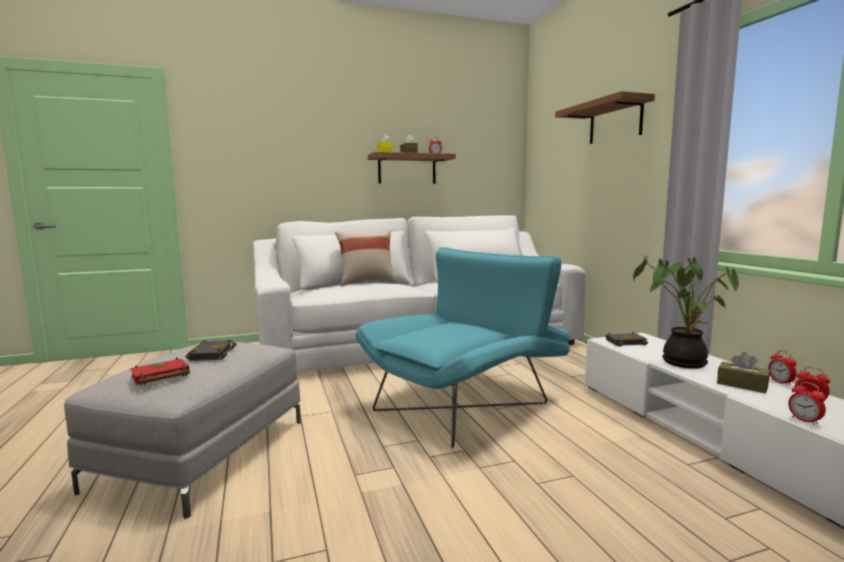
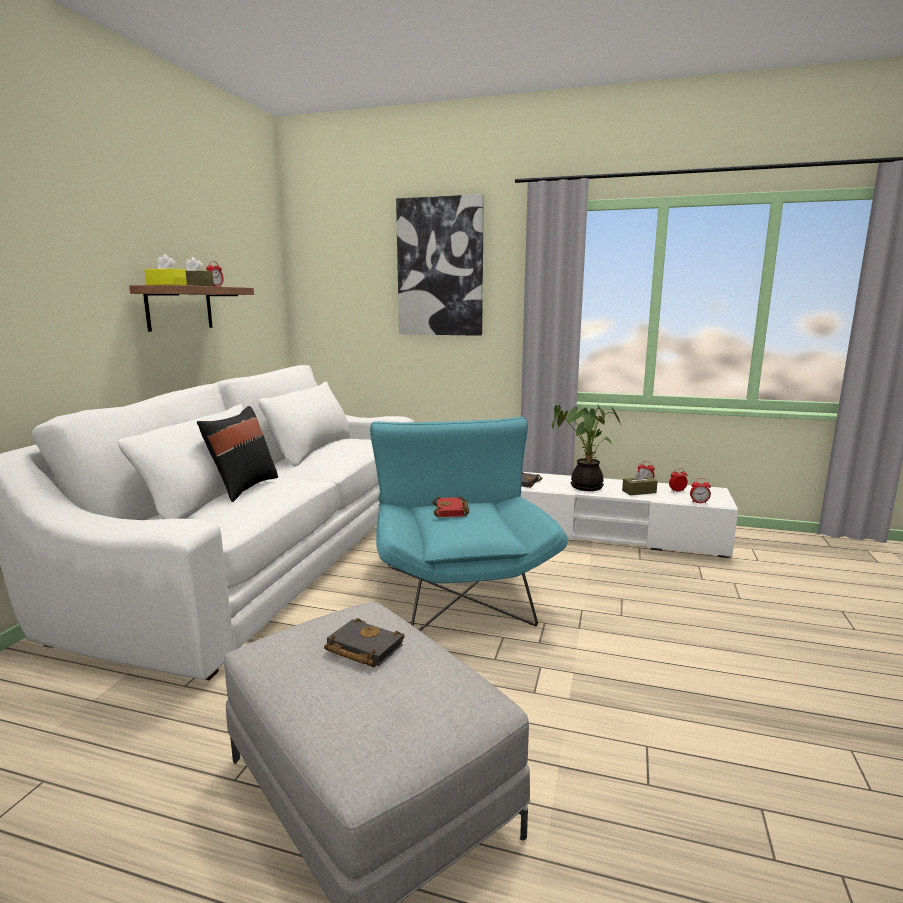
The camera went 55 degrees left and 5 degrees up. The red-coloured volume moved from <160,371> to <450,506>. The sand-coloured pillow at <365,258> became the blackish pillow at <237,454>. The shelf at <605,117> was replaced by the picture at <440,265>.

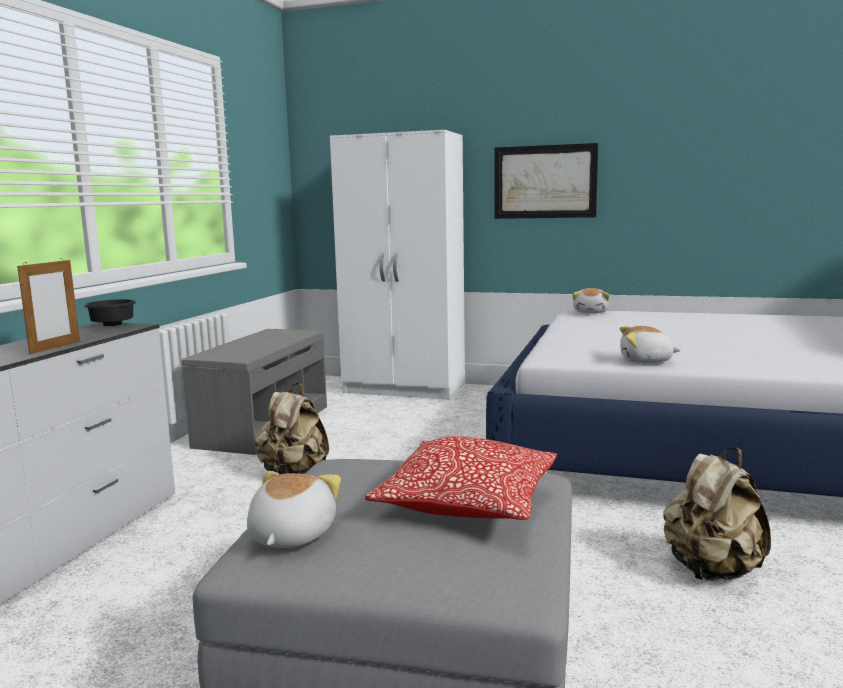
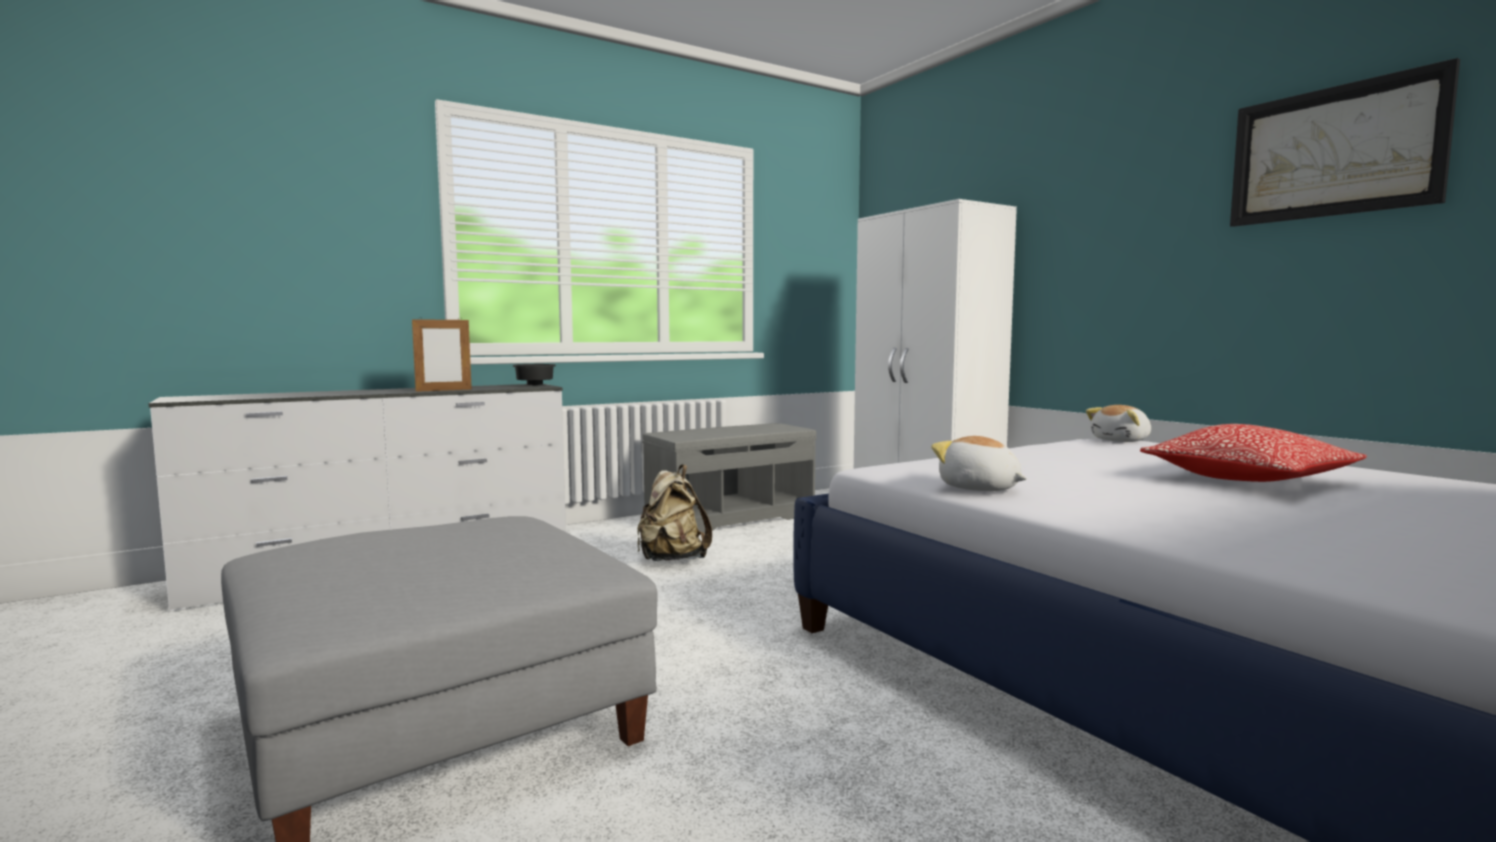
The camera went 40 degrees right and 5 degrees down. The soft toy at <294,509> disappeared. The pillow moved from <461,478> to <1253,453>. The picture moved from <546,181> to <1345,142>. The sand-coloured backpack at <717,514> disappeared.

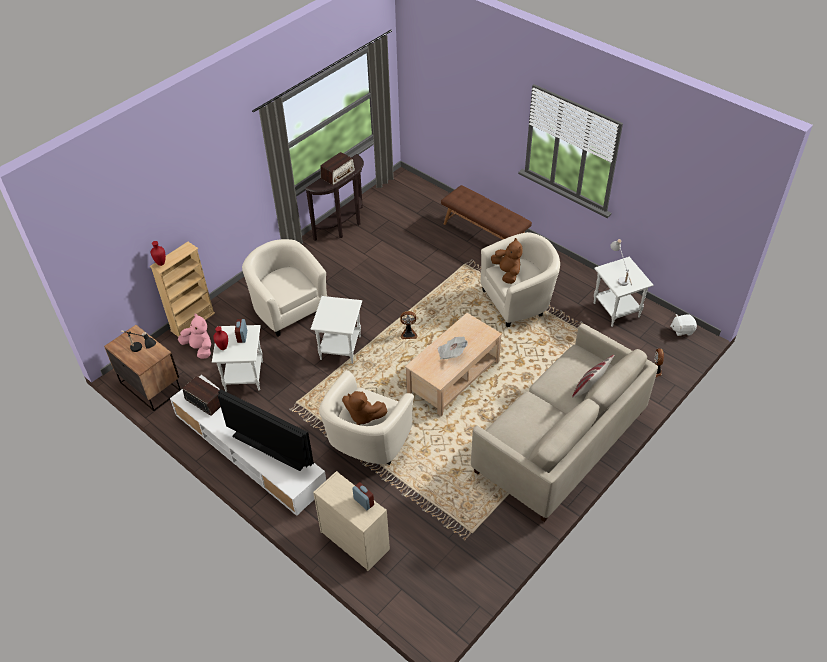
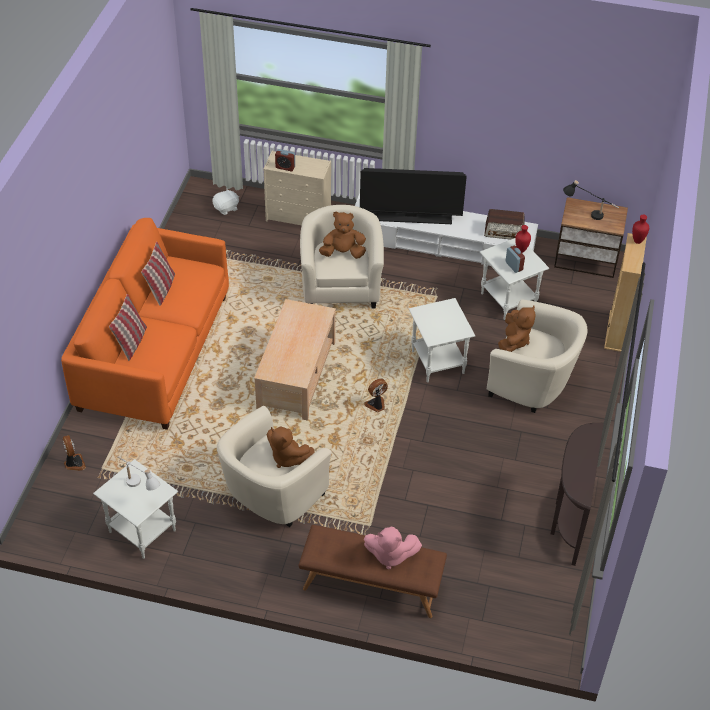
The camera went 150 degrees right and 0 degrees up. The pinkish soft toy moved from <194,336> to <393,548>. The radio at <338,168> disappeared. The newspaper at <452,348> disappeared. The sand-coloured settee at <564,423> became the orange settee at <145,324>. The white-coloured soft toy moved from <683,325> to <226,202>. The pillow at <158,274> appeared. The brown soft toy at <517,329> appeared.

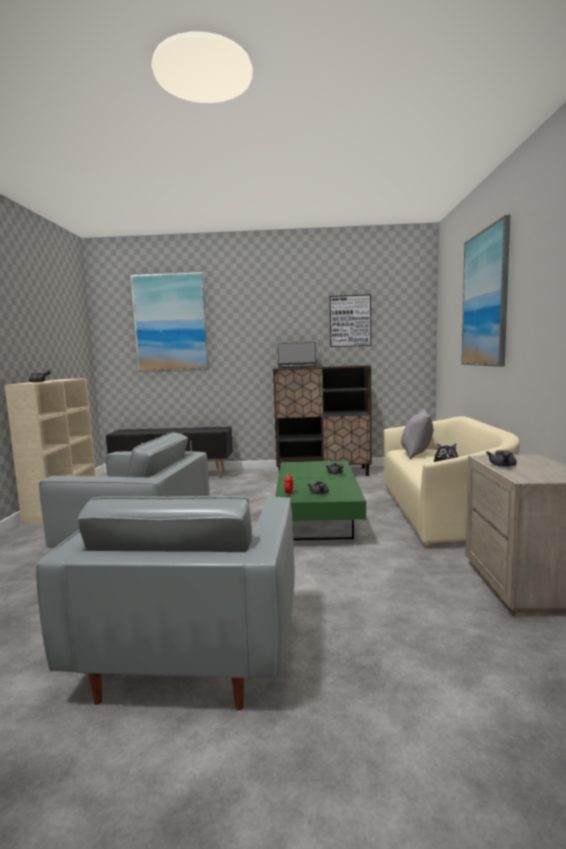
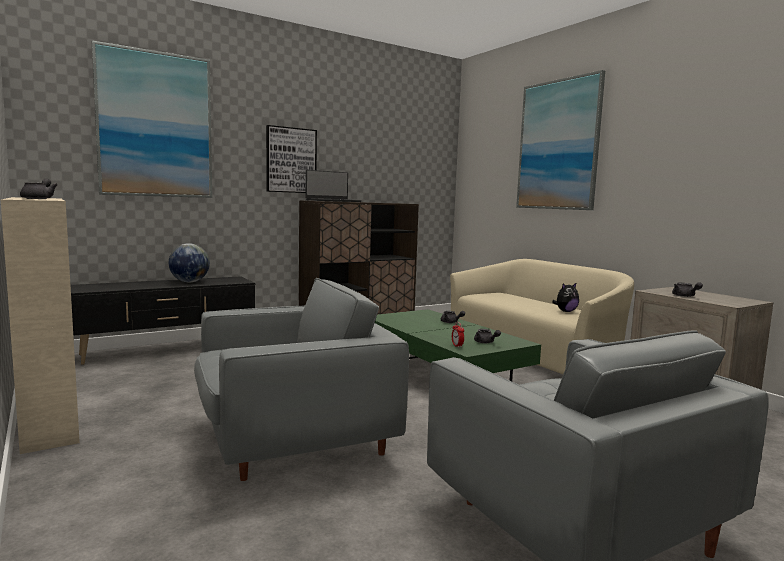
The camera went 35 degrees left and 0 degrees up. The picture moved from <350,320> to <291,159>. The gray pillow at <417,434> disappeared. The world globe at <189,262> appeared.

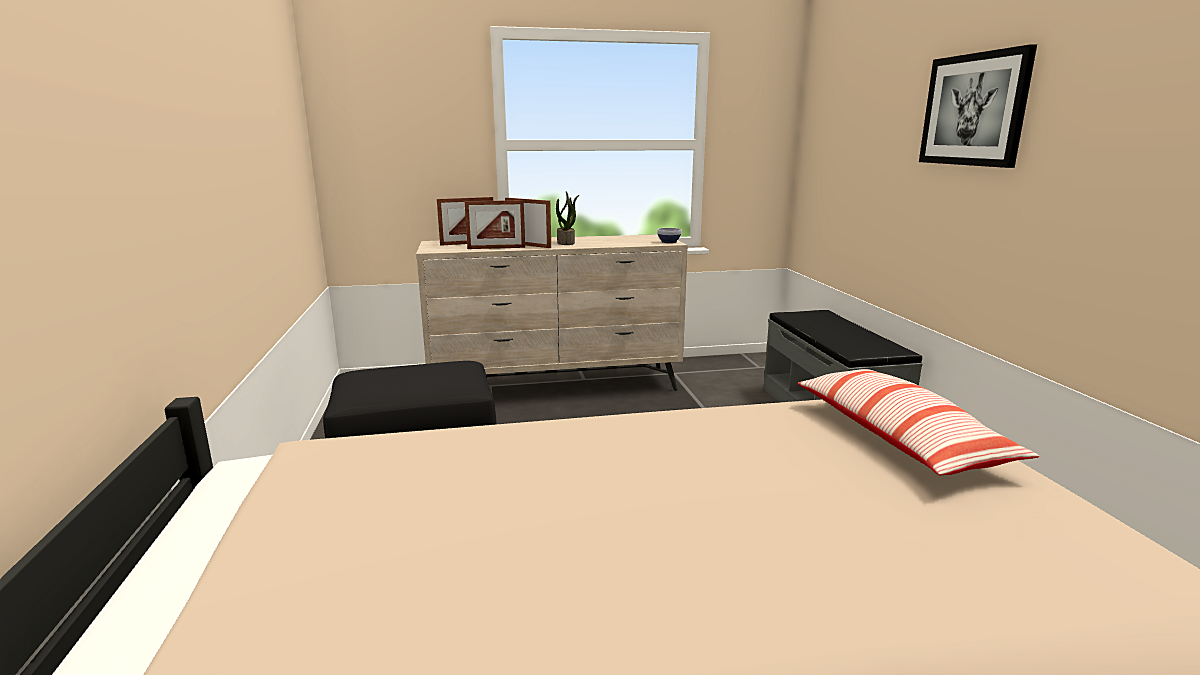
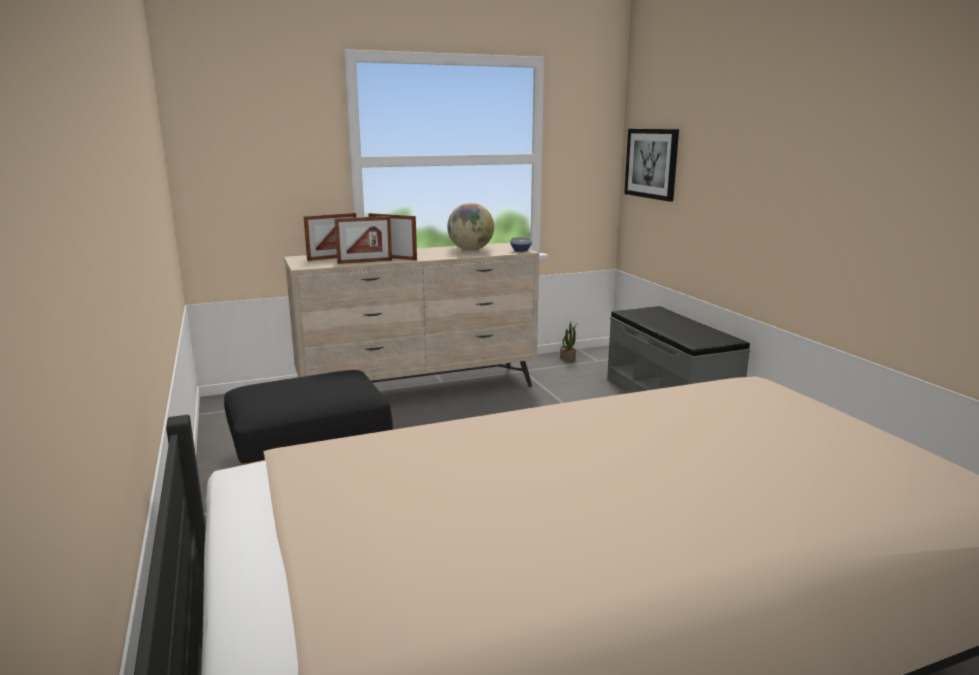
The camera went 10 degrees left and 0 degrees up. The plant in a pot moved from <567,218> to <569,341>. The pillow at <918,422> disappeared. The picture moved from <978,106> to <651,165>. The world globe at <470,227> appeared.

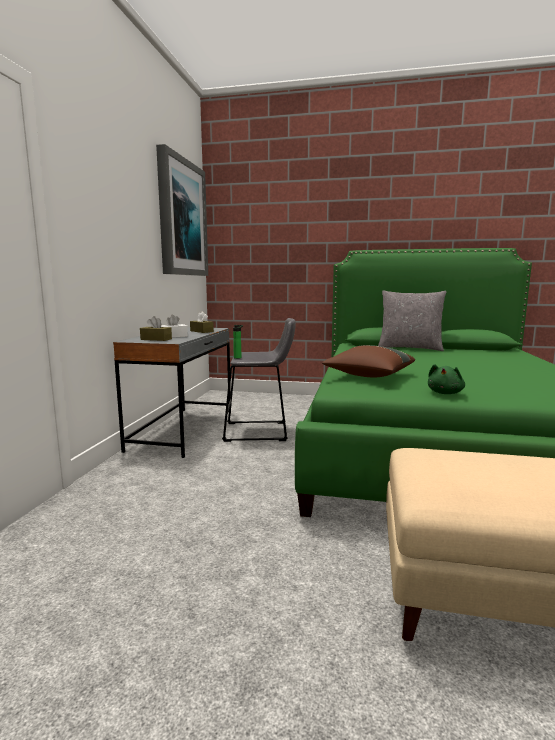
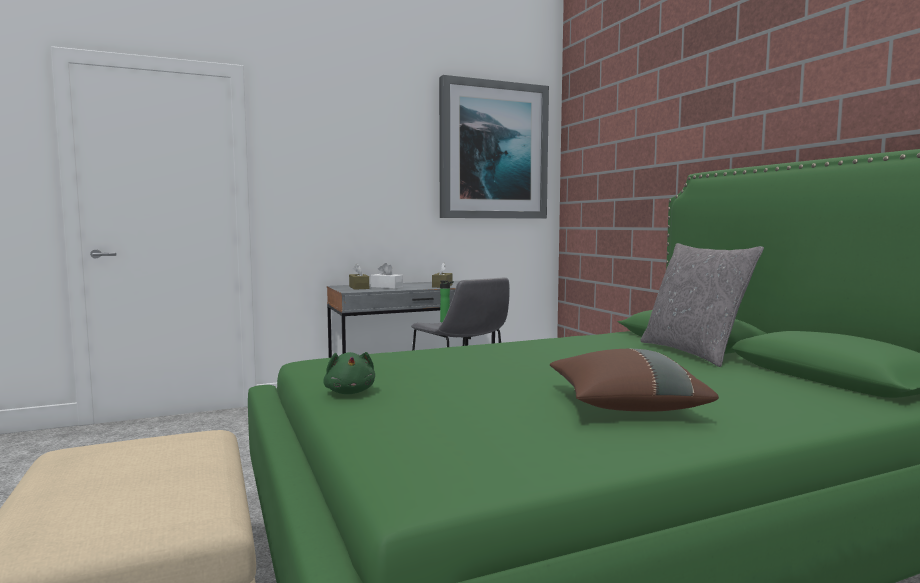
The camera went 55 degrees right and 5 degrees down. The brown pillow moved from <368,361> to <634,380>. The green soft toy at <446,379> turned 105 degrees counterclockwise.

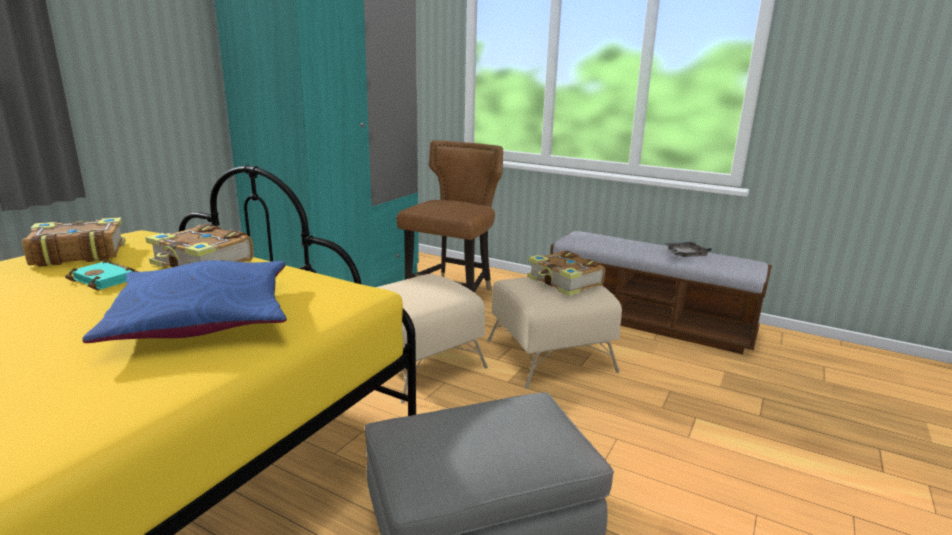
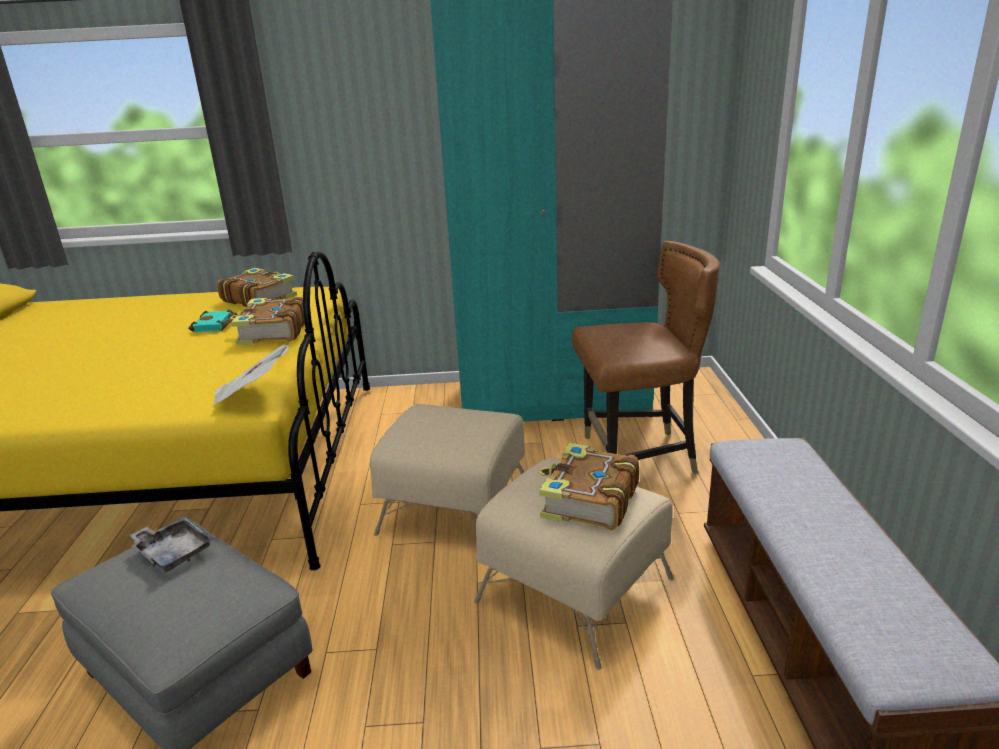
The camera went 60 degrees right and 5 degrees up. The blue pillow at <184,301> disappeared. The gray serving tray moved from <688,249> to <172,544>. The newspaper at <250,375> appeared.

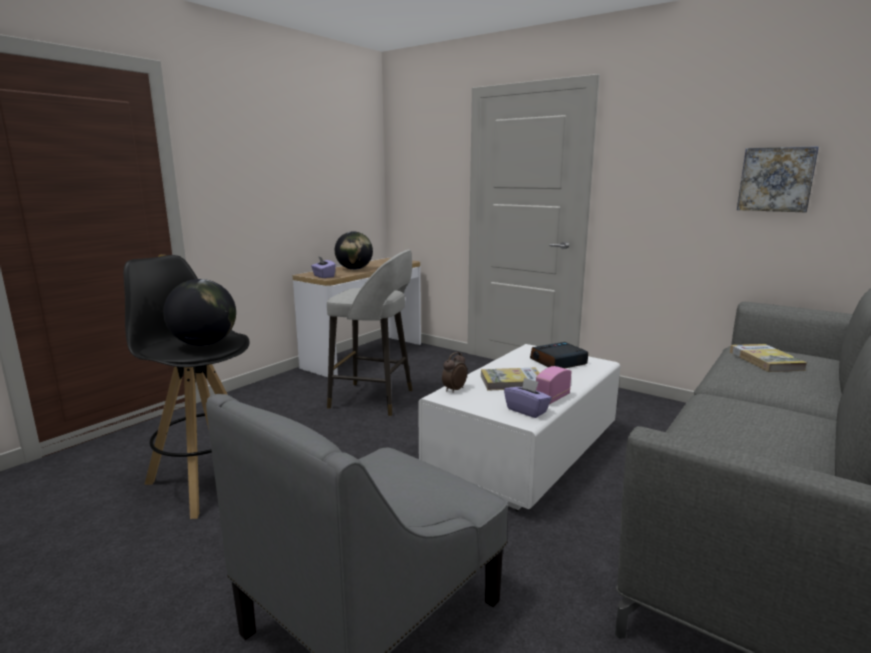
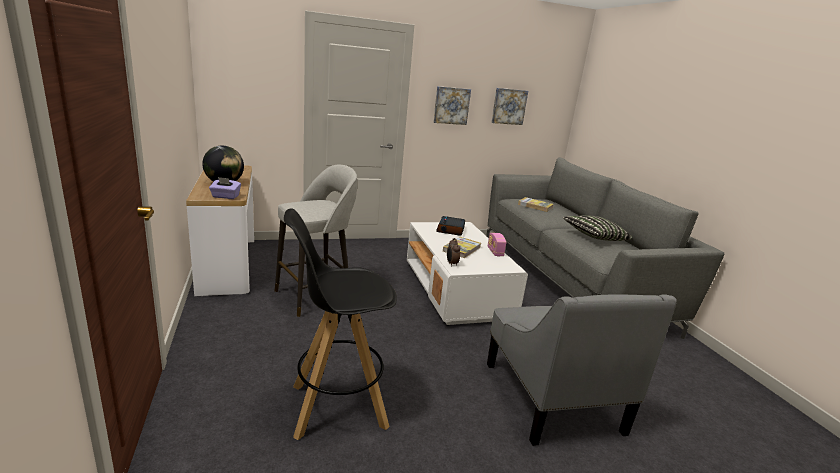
The camera went 55 degrees left and 5 degrees up. The world globe at <199,312> disappeared. The purple tissue holder at <528,397> disappeared. The picture at <452,105> appeared. The pillow at <597,228> appeared.

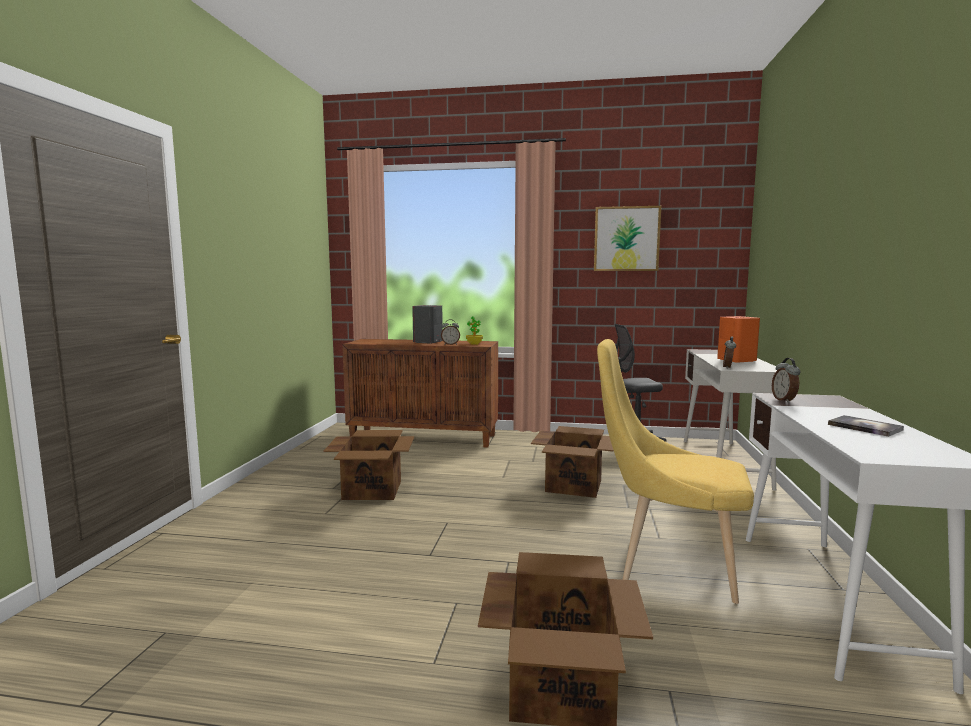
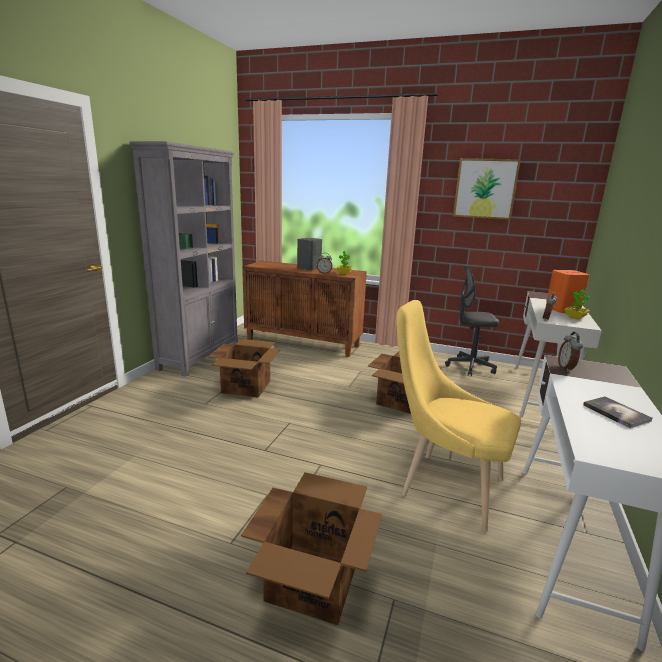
The camera went 10 degrees right and 10 degrees up. The gray shelving unit at <183,259> appeared. The plant in a pot at <577,304> appeared.

